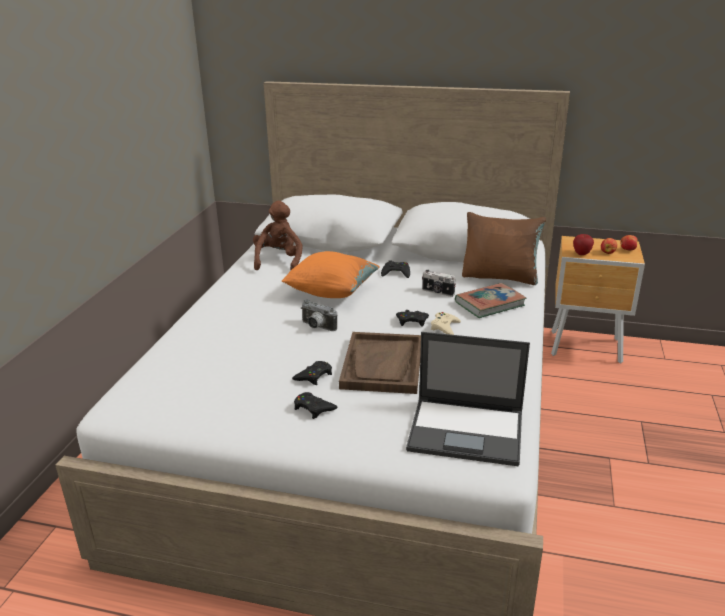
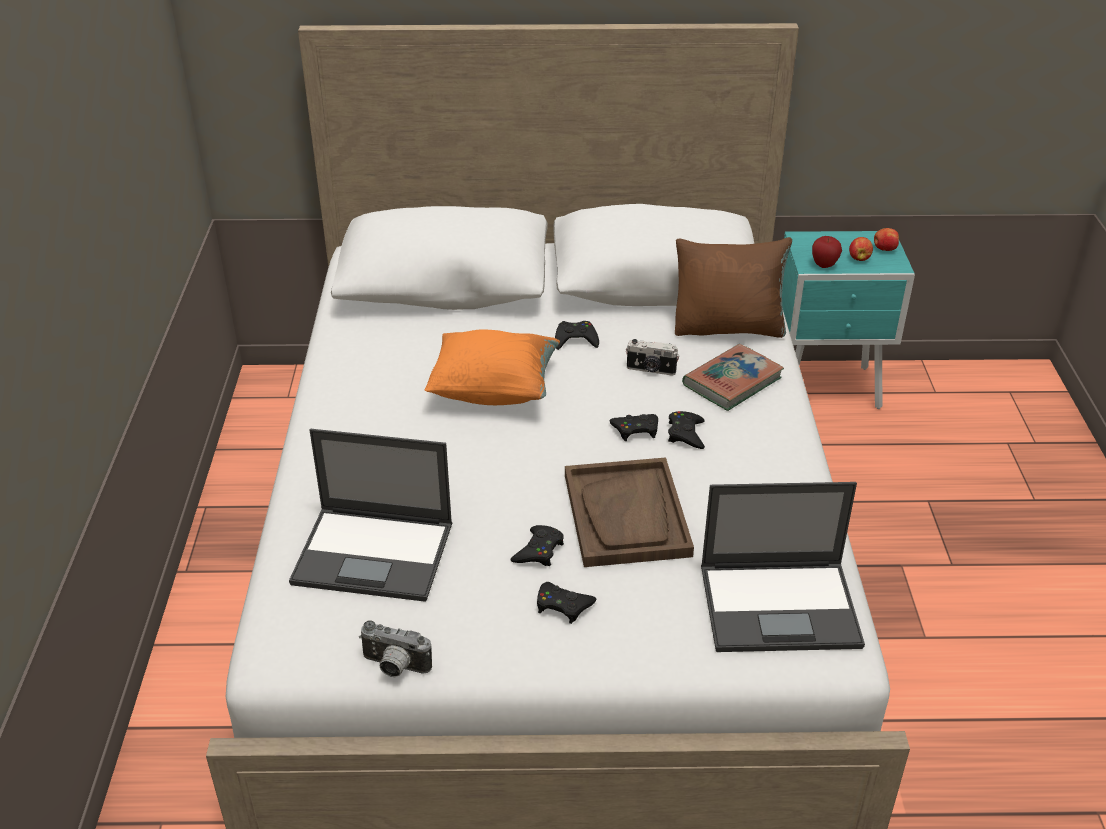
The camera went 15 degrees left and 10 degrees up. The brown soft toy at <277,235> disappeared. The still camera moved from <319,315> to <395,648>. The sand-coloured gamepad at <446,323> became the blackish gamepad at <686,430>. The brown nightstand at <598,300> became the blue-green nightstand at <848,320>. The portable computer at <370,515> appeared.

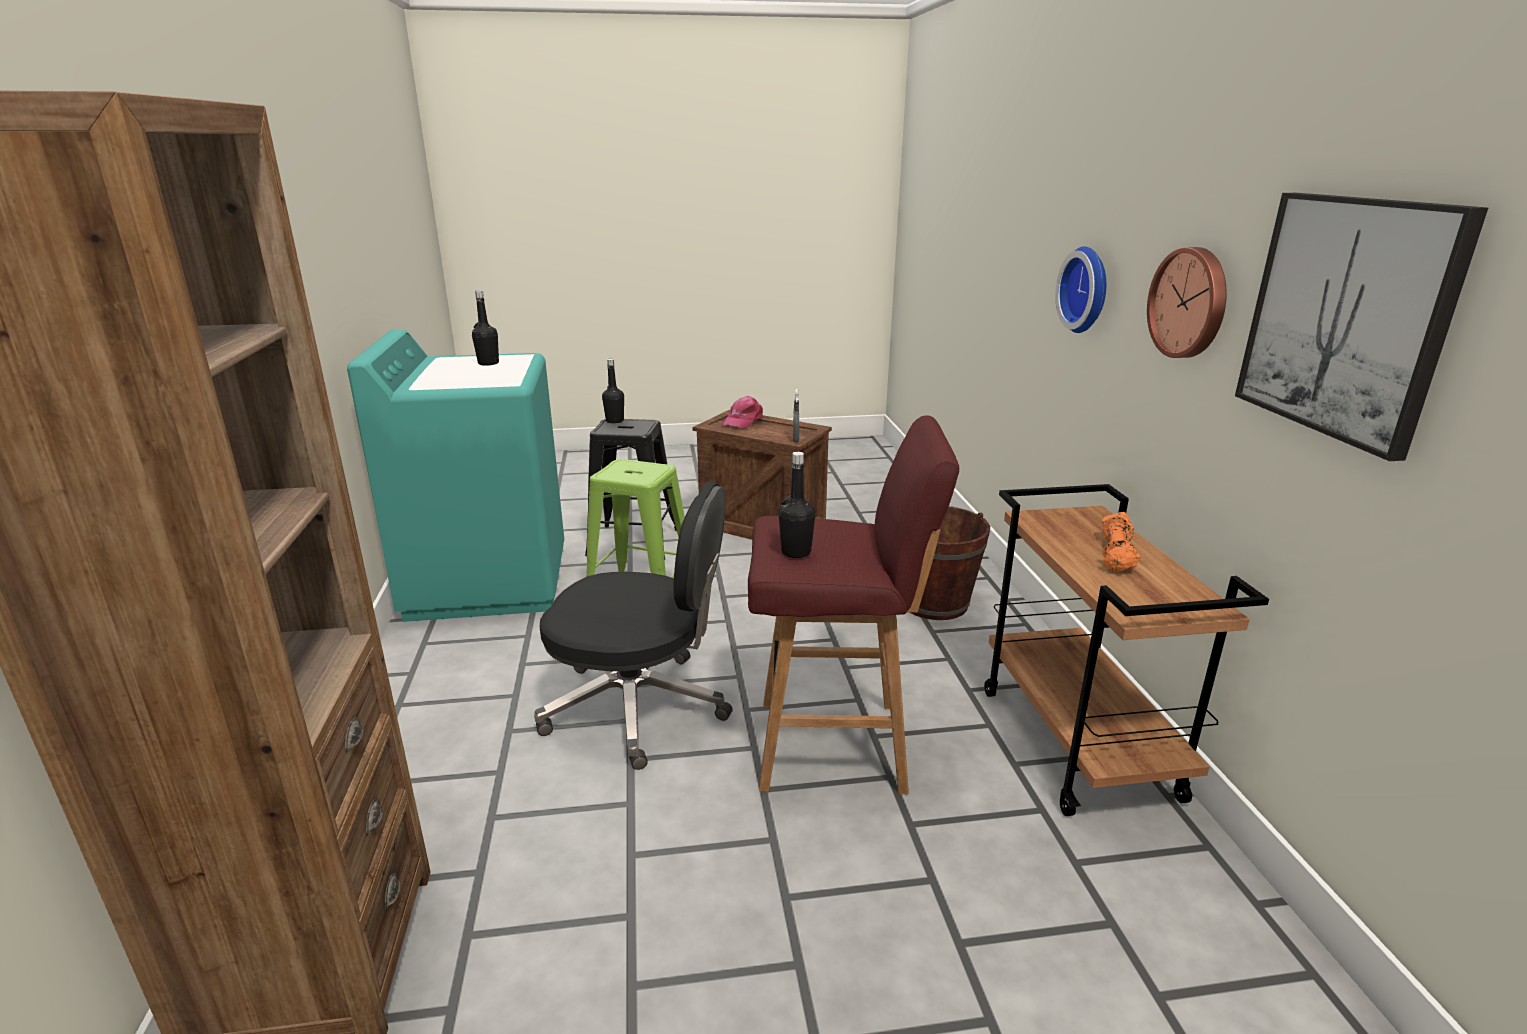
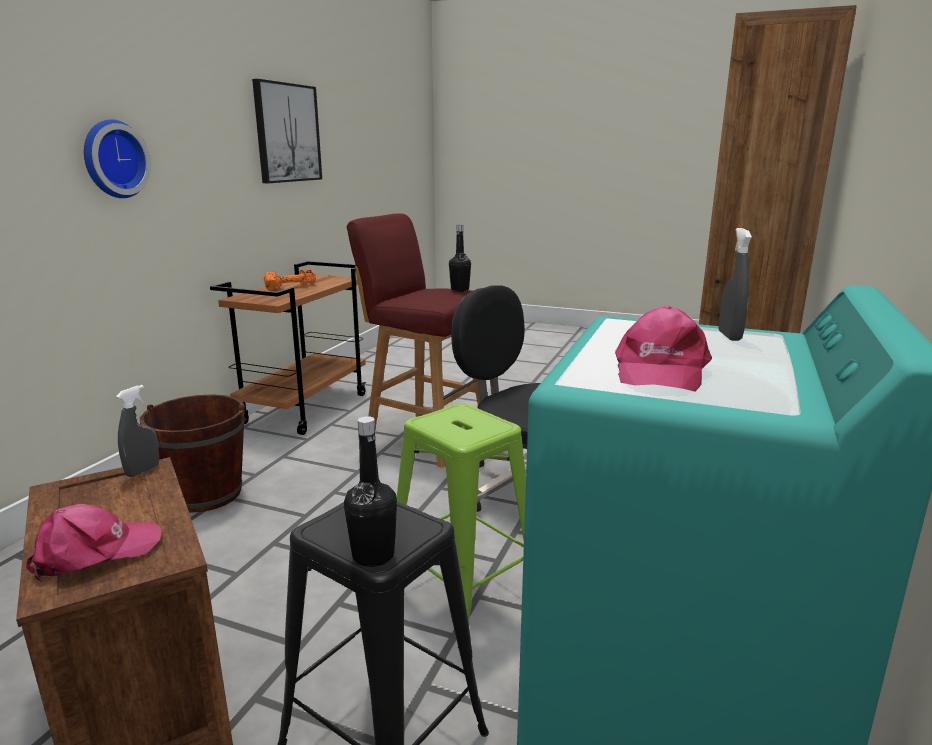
The camera went 150 degrees left and 5 degrees down. The blackish drink bottle at <485,328> was replaced by the pinkish baseball cap at <663,348>. The wall clock at <1187,302> disappeared. The gray spray bottle at <735,284> appeared.

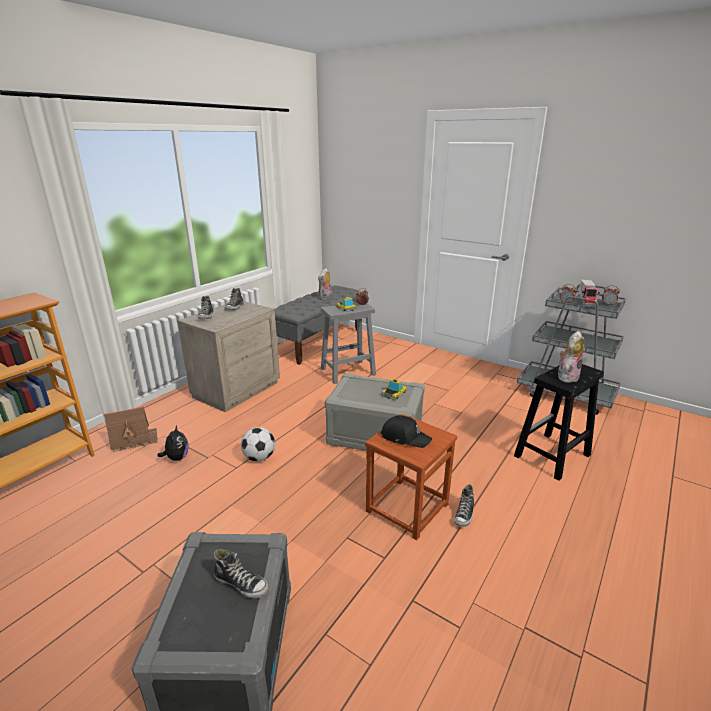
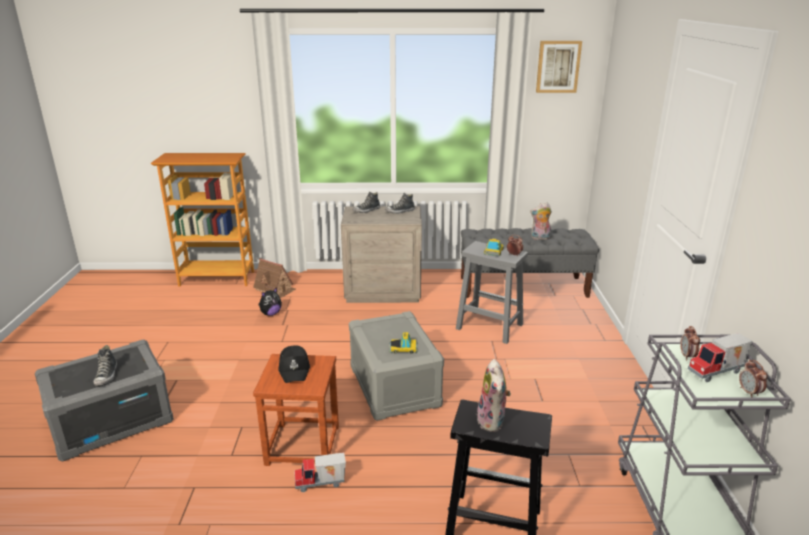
The camera went 55 degrees right and 0 degrees up. The ball for football at <258,444> disappeared. The low shoe at <464,505> was replaced by the model truck at <320,472>. The soft toy at <571,357> turned 75 degrees clockwise. The picture at <559,67> appeared.

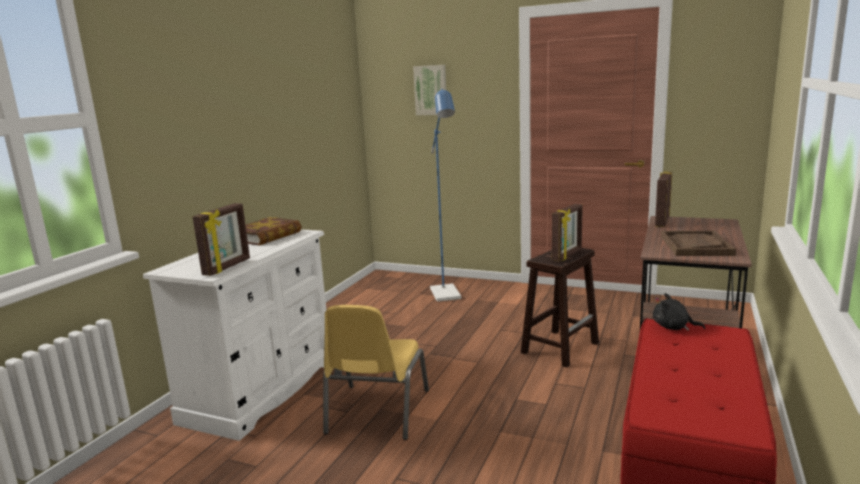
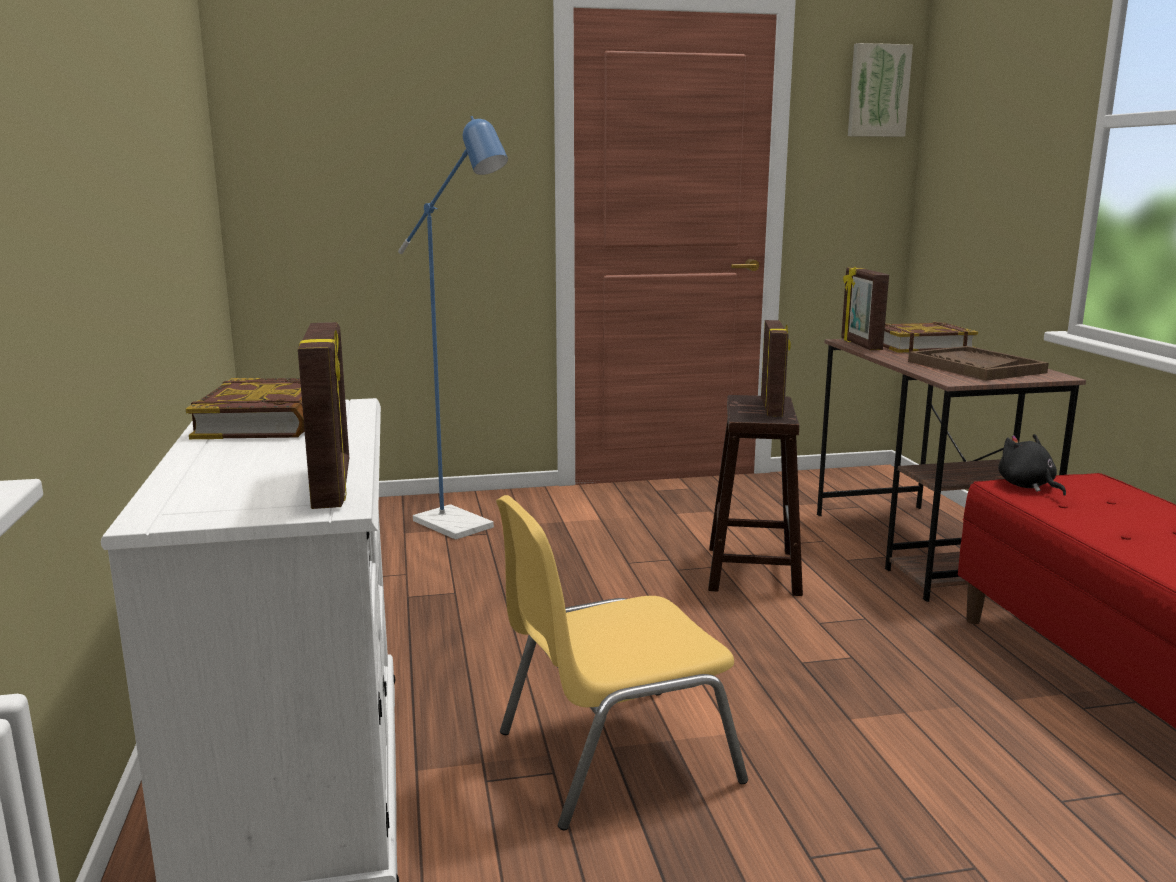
The camera went 35 degrees left and 0 degrees up. The yellow-coloured upright chair at <376,372> turned 90 degrees clockwise. The picture moved from <429,90> to <880,90>. The blackish soft toy at <679,312> turned 75 degrees clockwise. The volume at <930,337> appeared.

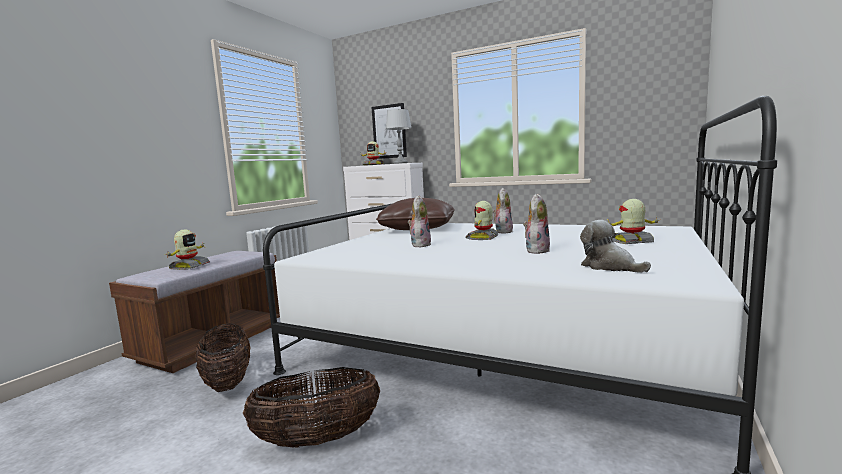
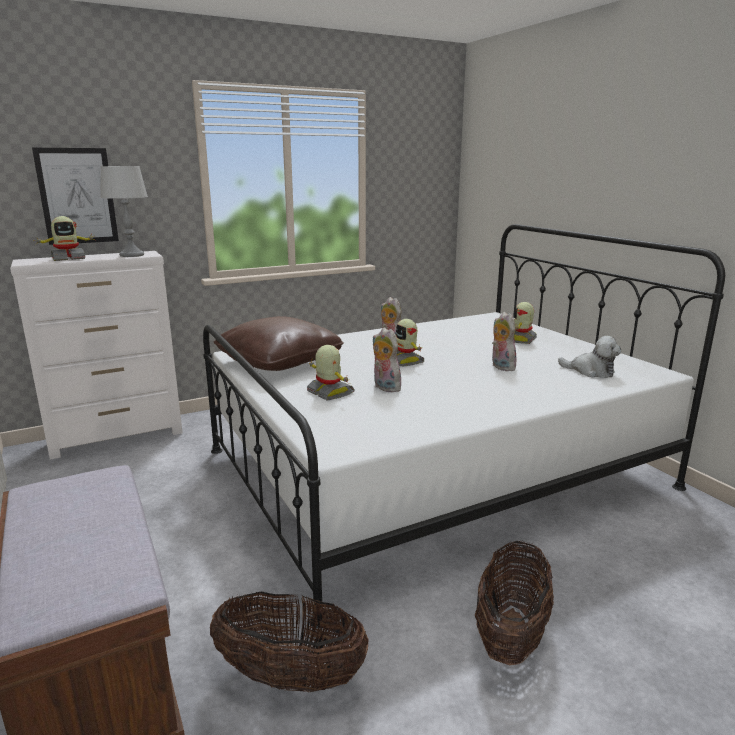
The camera went 55 degrees left and 10 degrees up. The model robot moved from <187,249> to <331,373>. The soft toy at <615,246> turned 150 degrees counterclockwise.

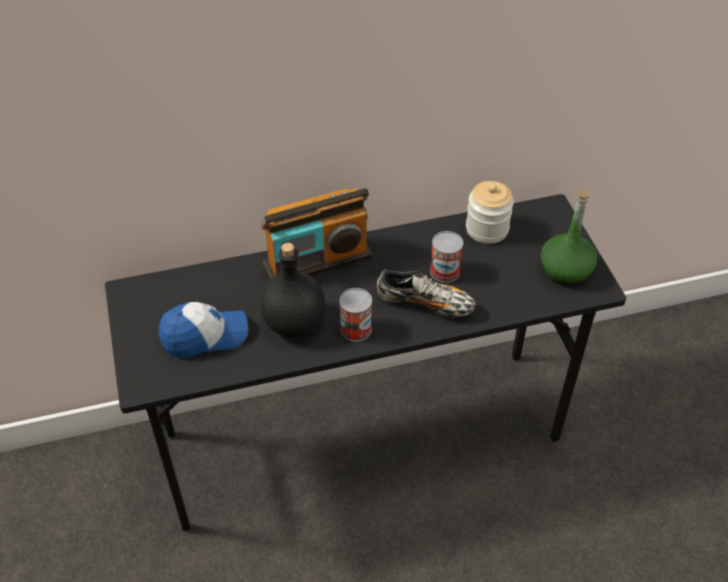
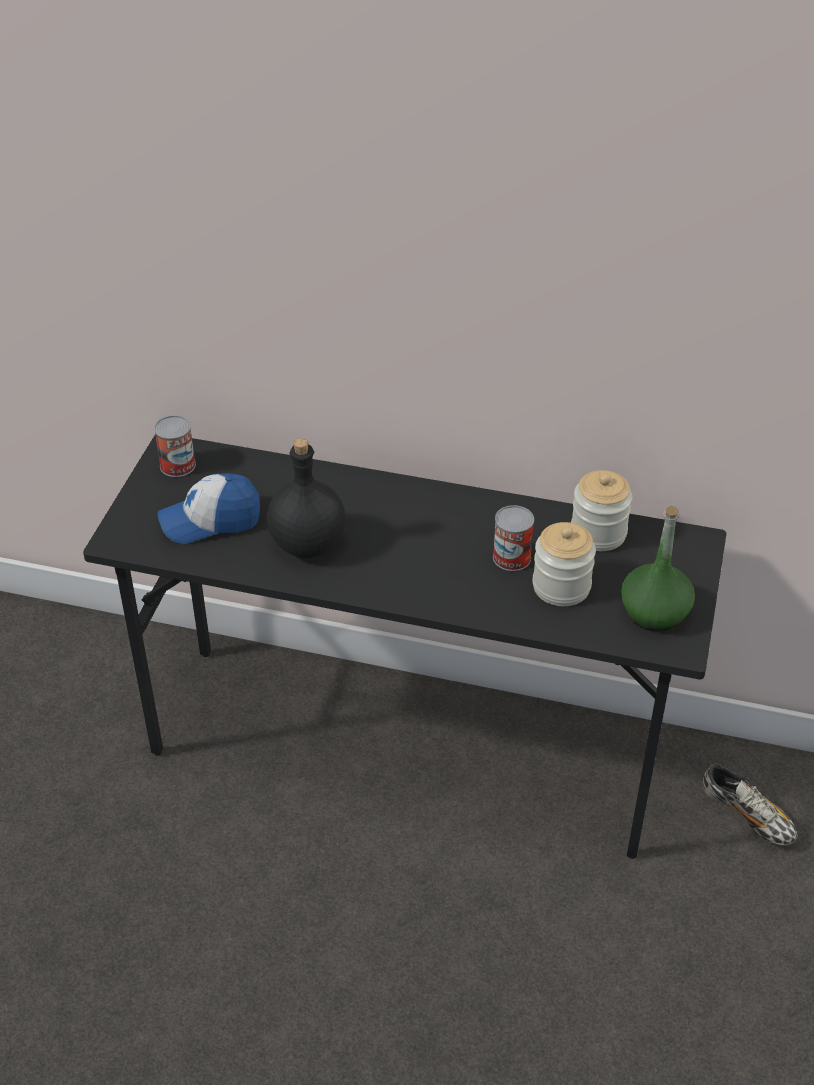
The camera went 30 degrees right and 5 degrees down. The baseball cap at <203,330> turned 150 degrees clockwise. The radio at <316,234> disappeared. The metal can moved from <355,314> to <175,446>. The low shoe moved from <426,293> to <750,804>. The jar at <564,564> appeared.

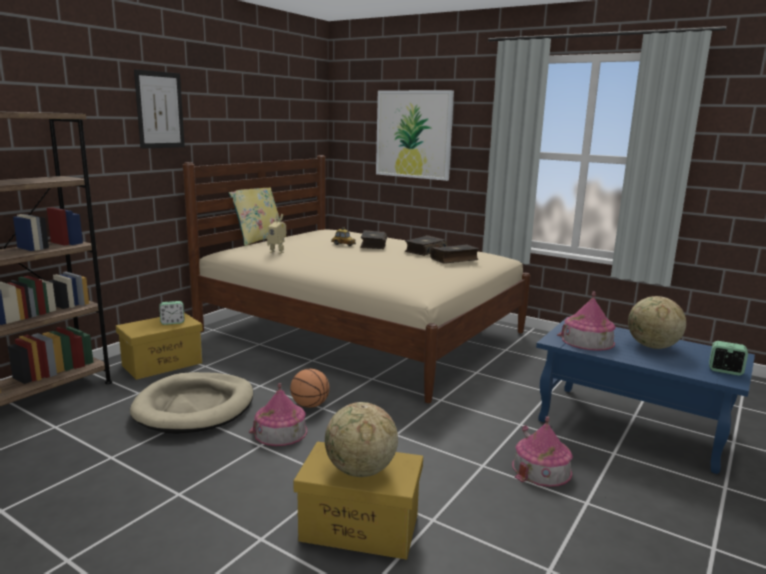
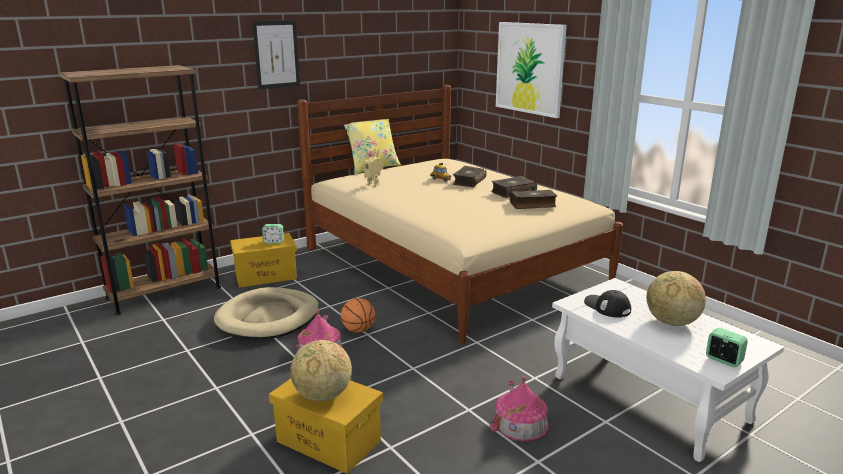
The camera went 20 degrees right and 5 degrees up. The blue lounge table at <645,395> became the white-coloured lounge table at <668,370>. The model house at <586,321> was replaced by the blackish baseball cap at <607,304>.

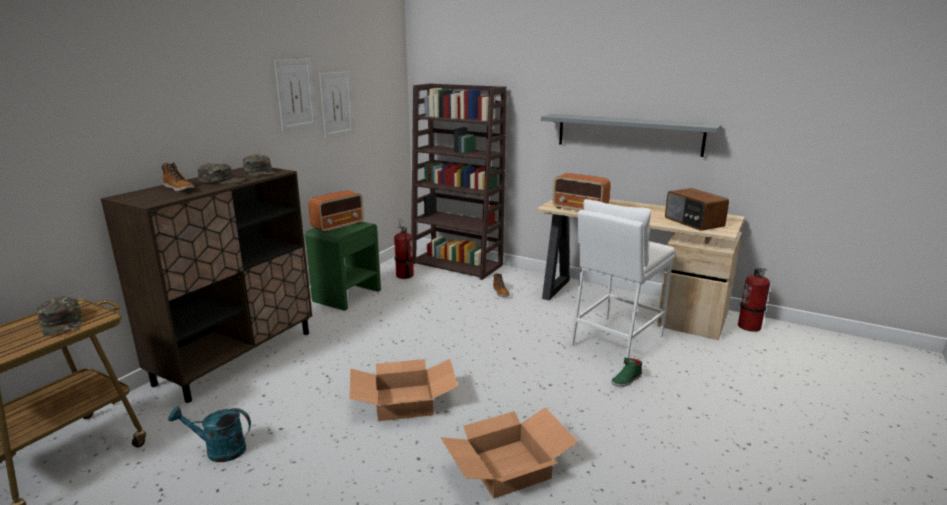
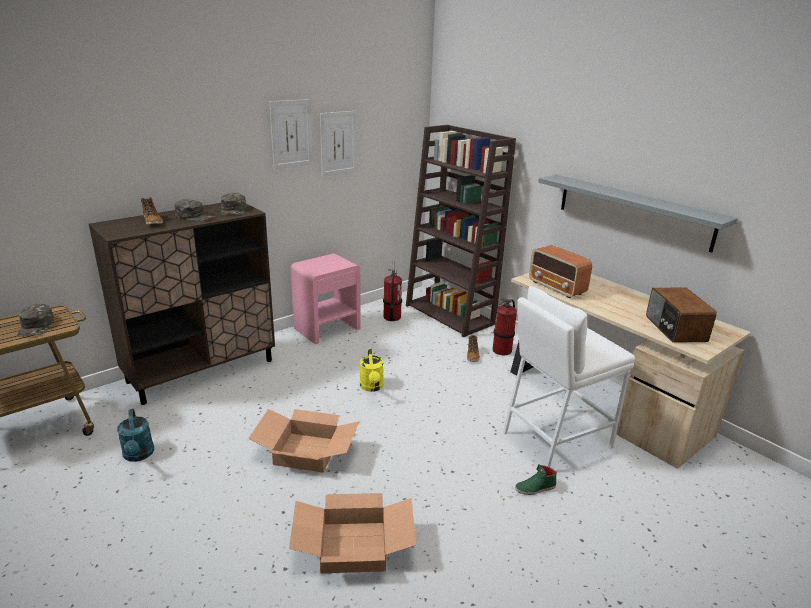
The camera went 20 degrees right and 5 degrees up. The blue-green watering pot at <209,434> turned 135 degrees counterclockwise. The green nightstand at <343,266> became the pinkish nightstand at <325,299>. The radio at <336,211> disappeared. The fire-fighting cylinder moved from <754,300> to <505,327>. The yellow-coloured watering pot at <372,370> appeared.

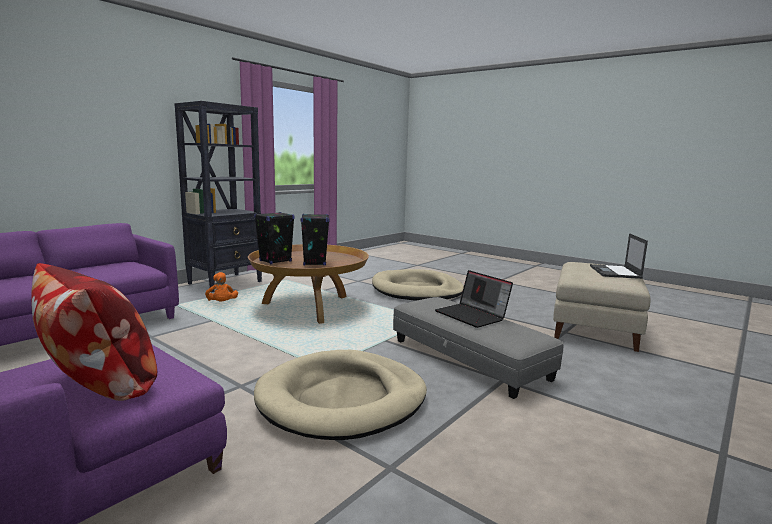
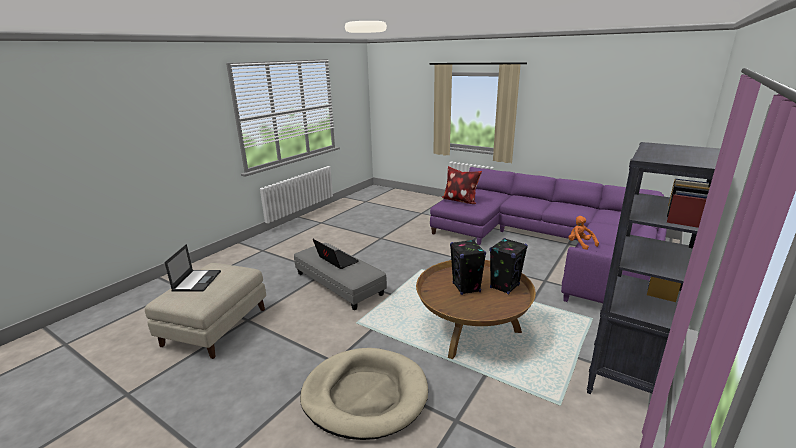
The camera went 175 degrees right and 10 degrees up. The orange soft toy moved from <221,286> to <584,233>. The sand-coloured dog bed at <340,395> disappeared.

